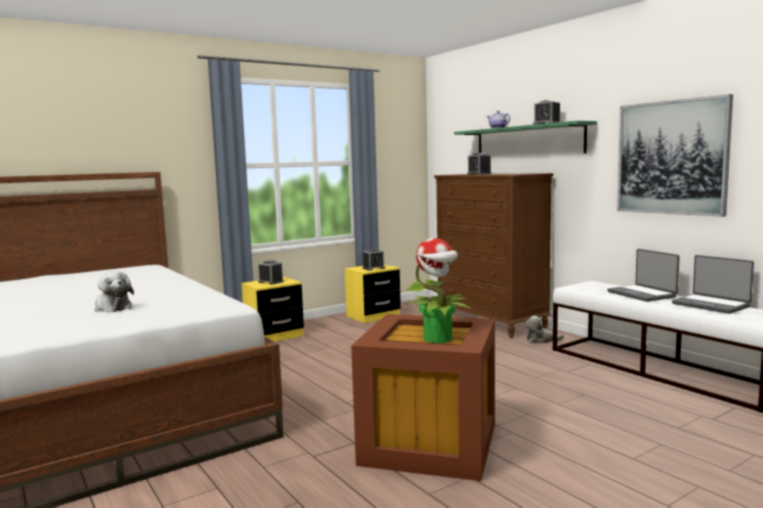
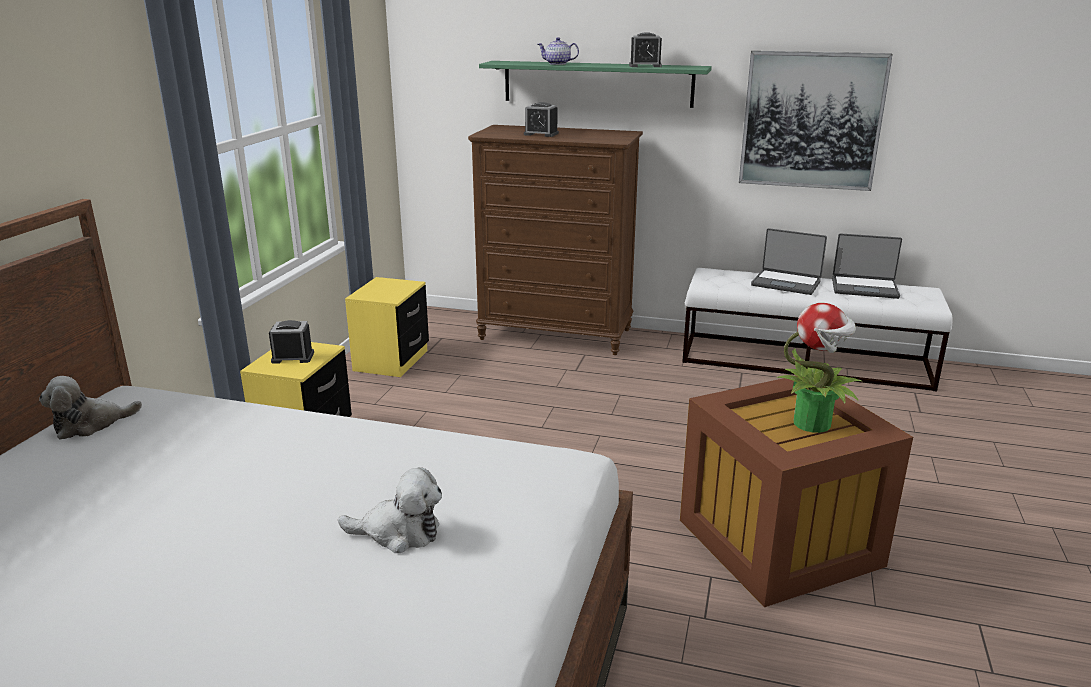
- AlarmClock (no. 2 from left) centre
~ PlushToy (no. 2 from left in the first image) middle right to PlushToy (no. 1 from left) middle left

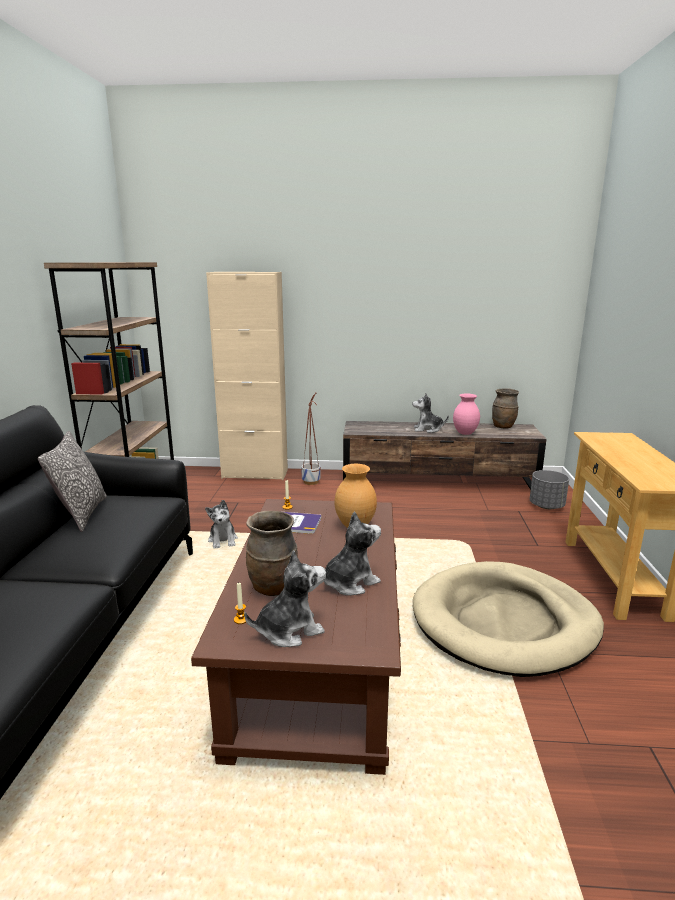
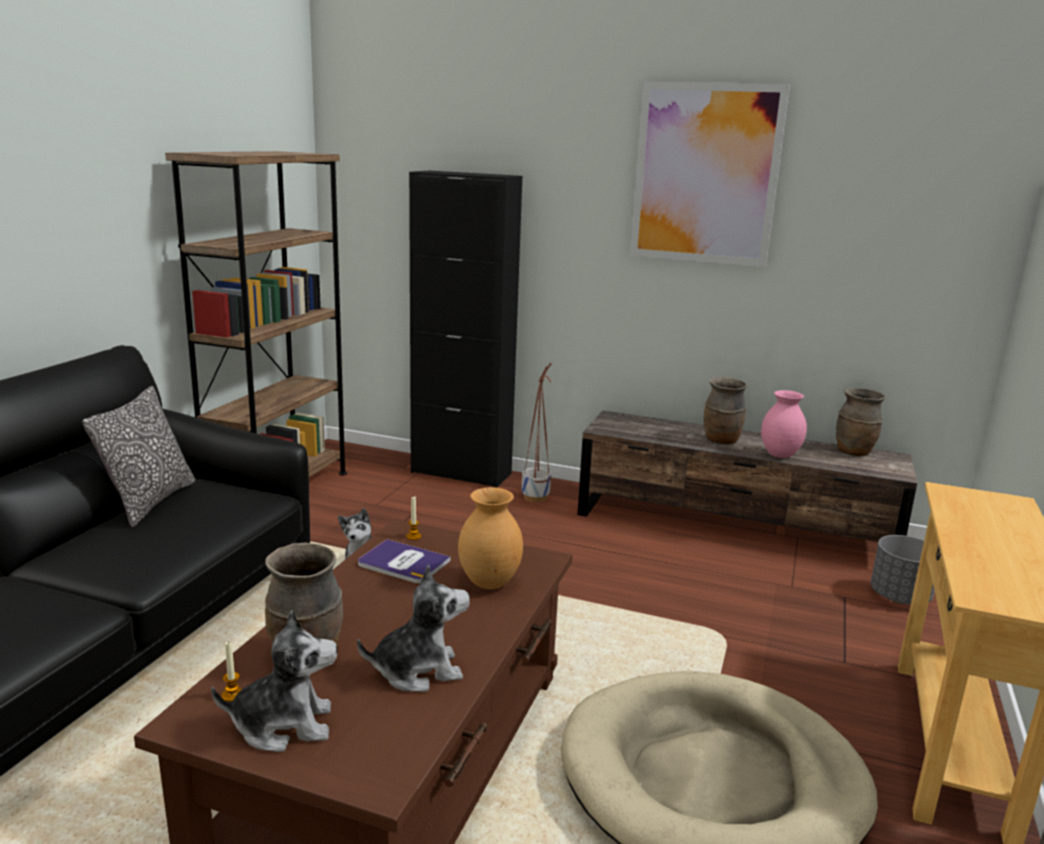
~ BeigeCabinet centre to BlackCabinet centre
~ PlushToy (no. 4 from left) centre to BrownVase (no. 3 from left) middle right
+ Picture top right

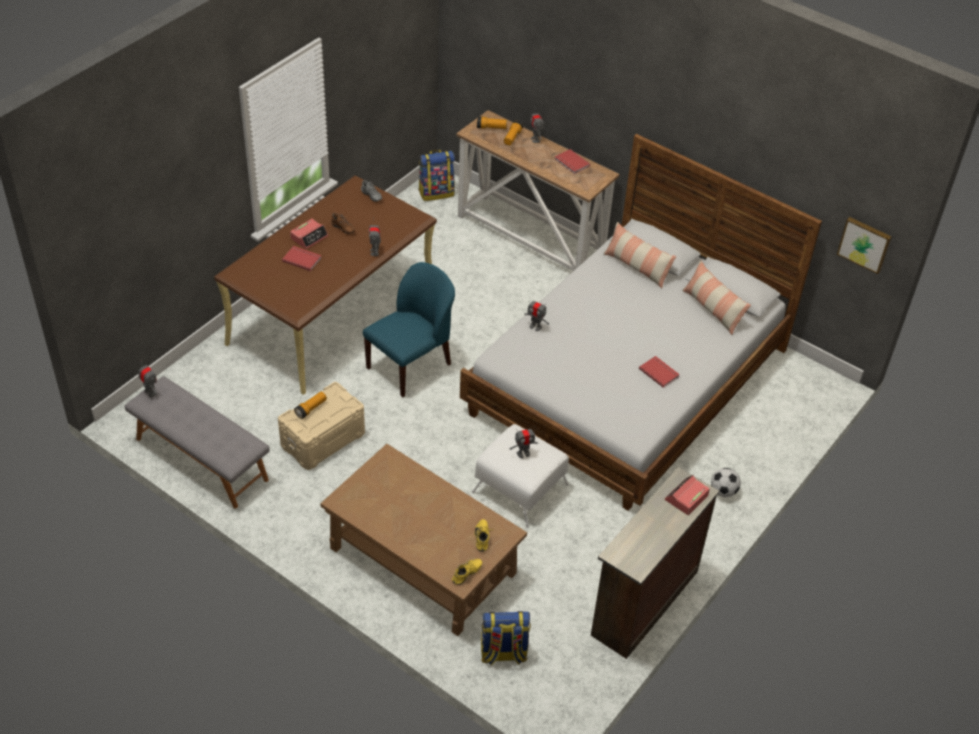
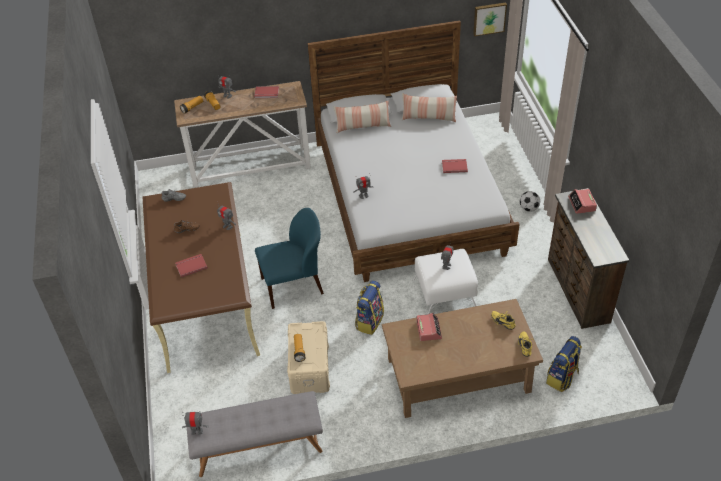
~ Backpack (no. 1 from left) top centre to centre
~ AlarmClock (no. 1 from left) top left to bottom centre
~ BlueChair centre = centre 75 degrees clockwise

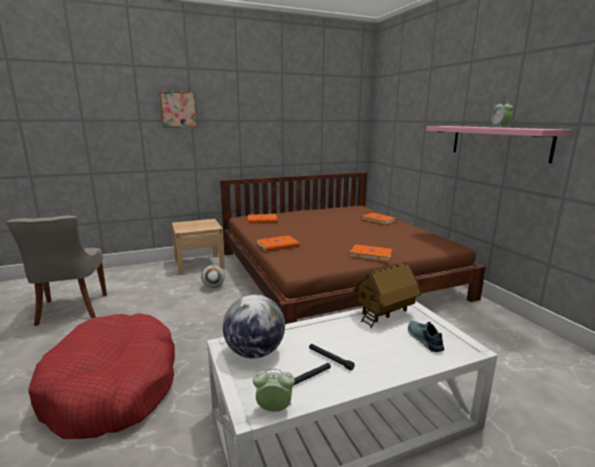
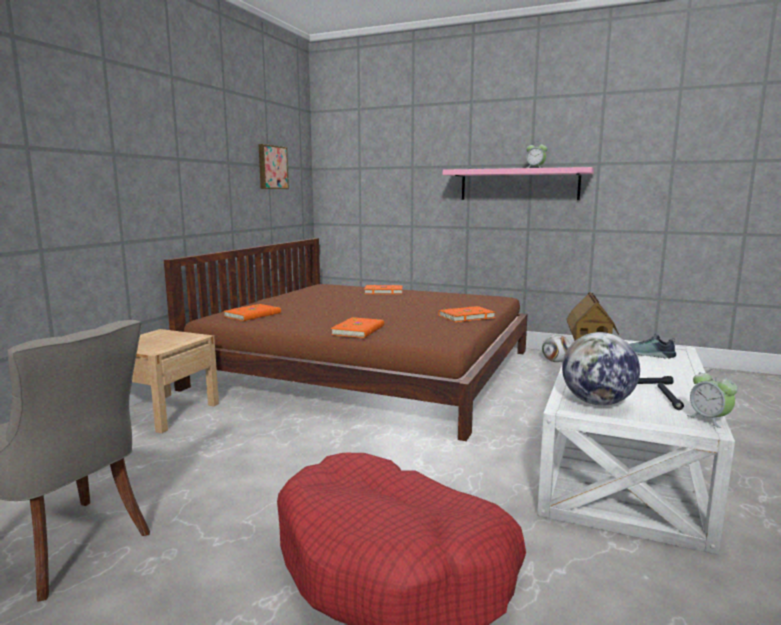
~ Picture top left to top centre
~ Football centre to middle right
~ AlarmClock (no. 1 from left in the first image) bottom centre = middle right 75 degrees counterclockwise

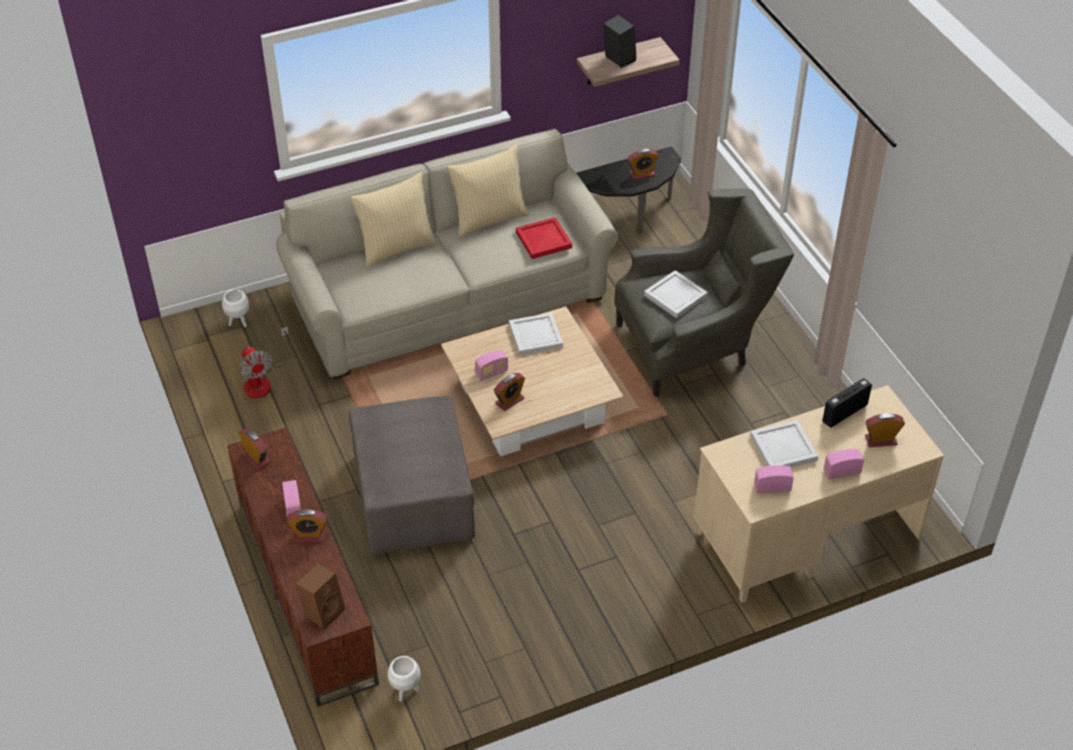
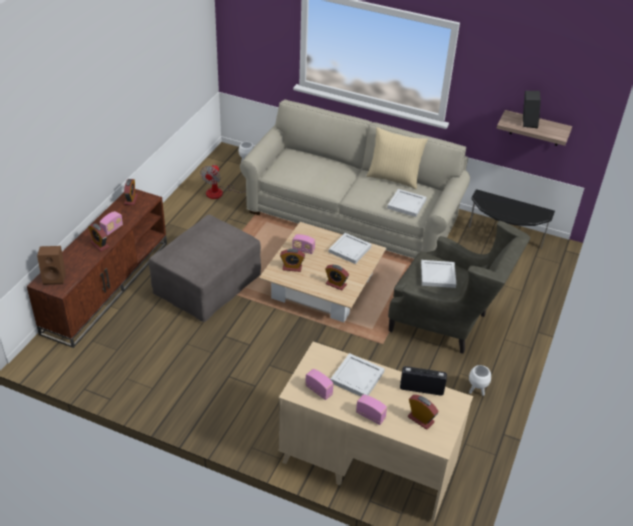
~ AlarmClock (no. 4 from left) top centre to centre
- BeigePillow (no. 1 from left) top centre
~ RedTray top centre to WhiteTray (no. 3 from left) centre
~ WhitePlanter (no. 2 from left) bottom centre to bottom right

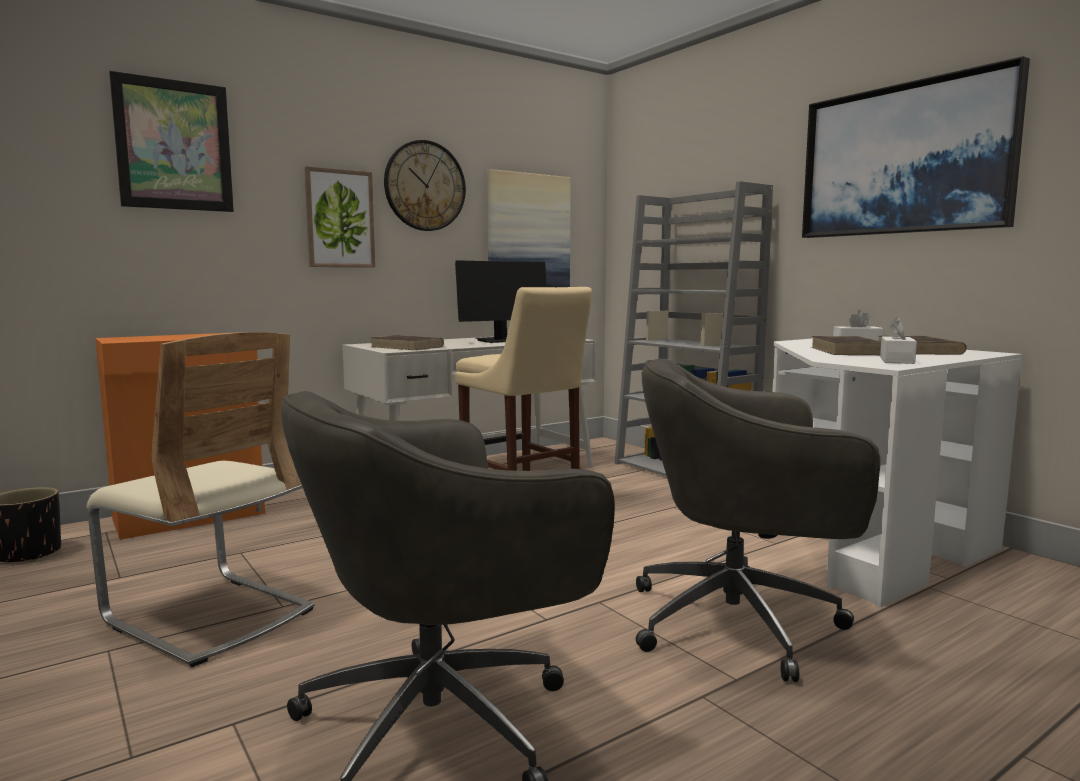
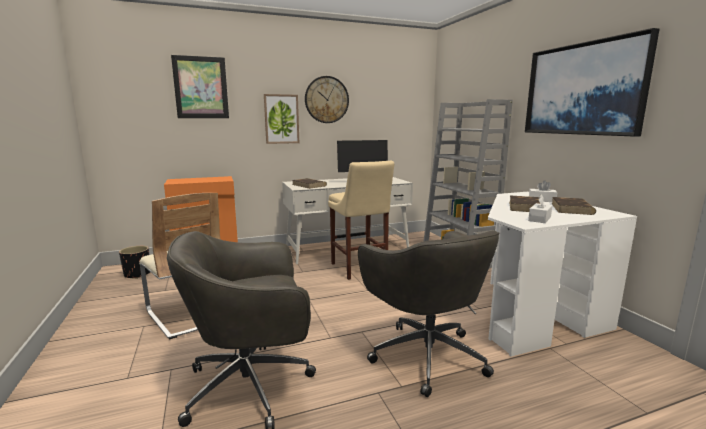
- Picture (no. 3 from left) top centre
~ GreyOfficeChair (no. 2 from left) middle right = bottom centre 135 degrees counterclockwise

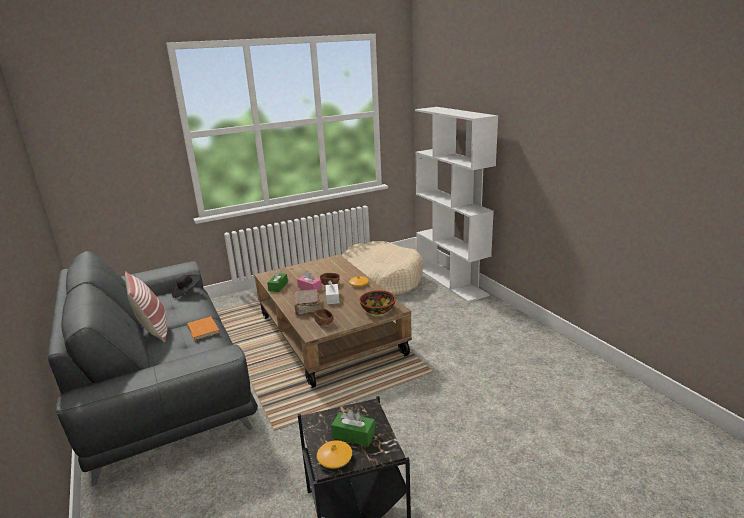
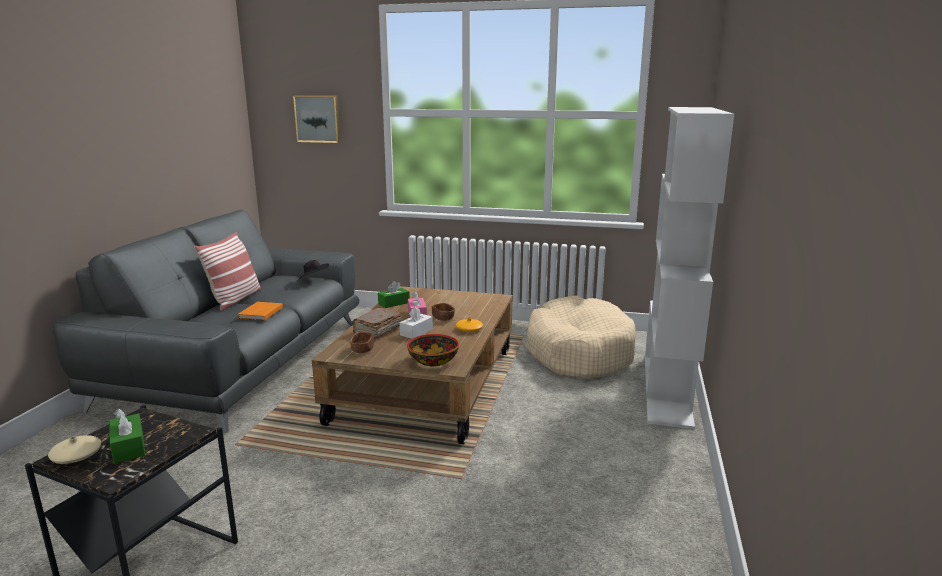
~ OrangeVase (no. 1 from left) bottom centre to BeigeVase bottom left
+ Picture top centre

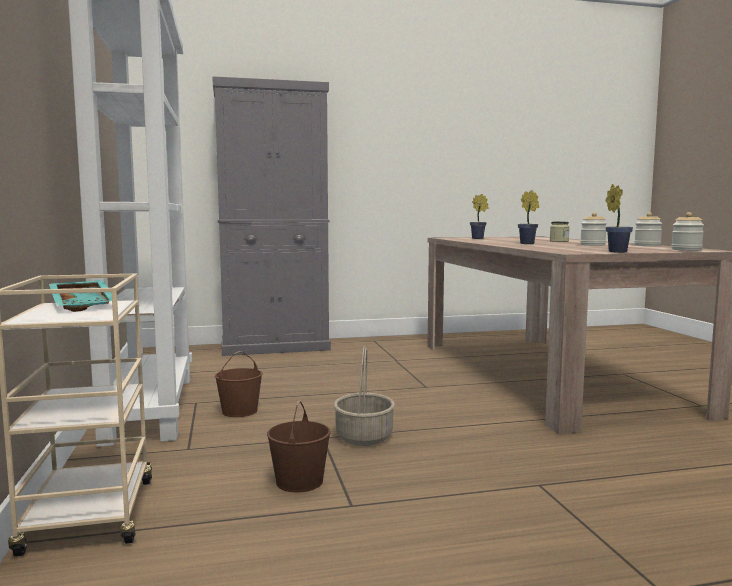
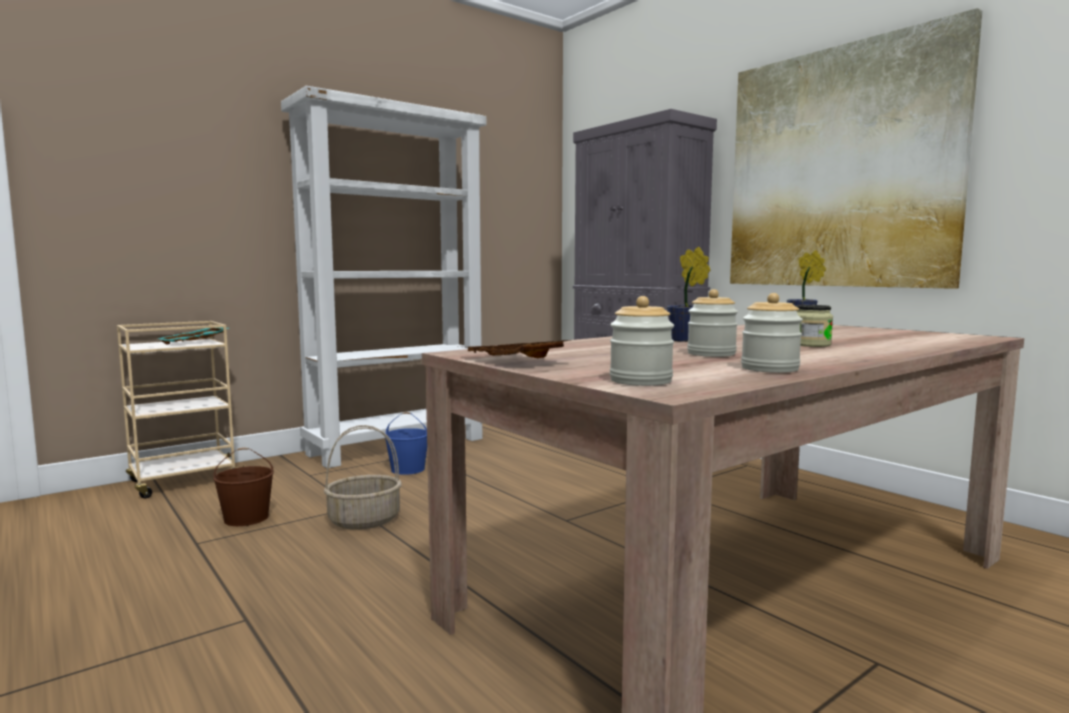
~ PottedPlant (no. 3 from left) middle right to BrownTray centre
~ BrownBucket (no. 1 from left) middle left to BlueBucket centre
+ Picture top right

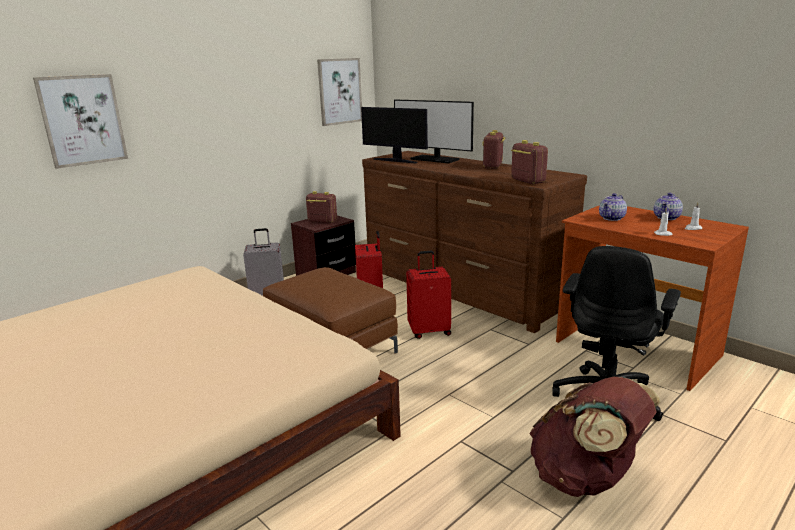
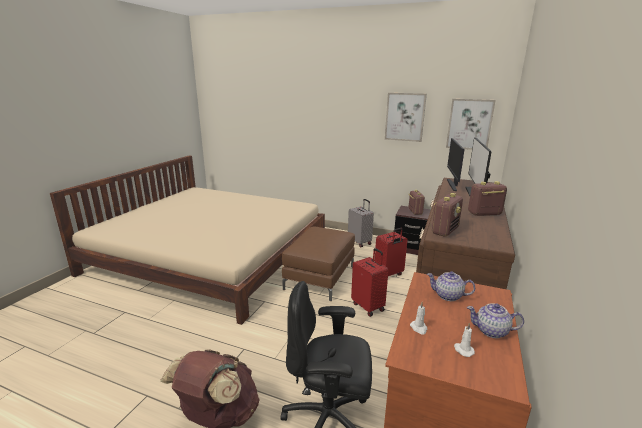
~ Picture (no. 1 from left) top left to top centre

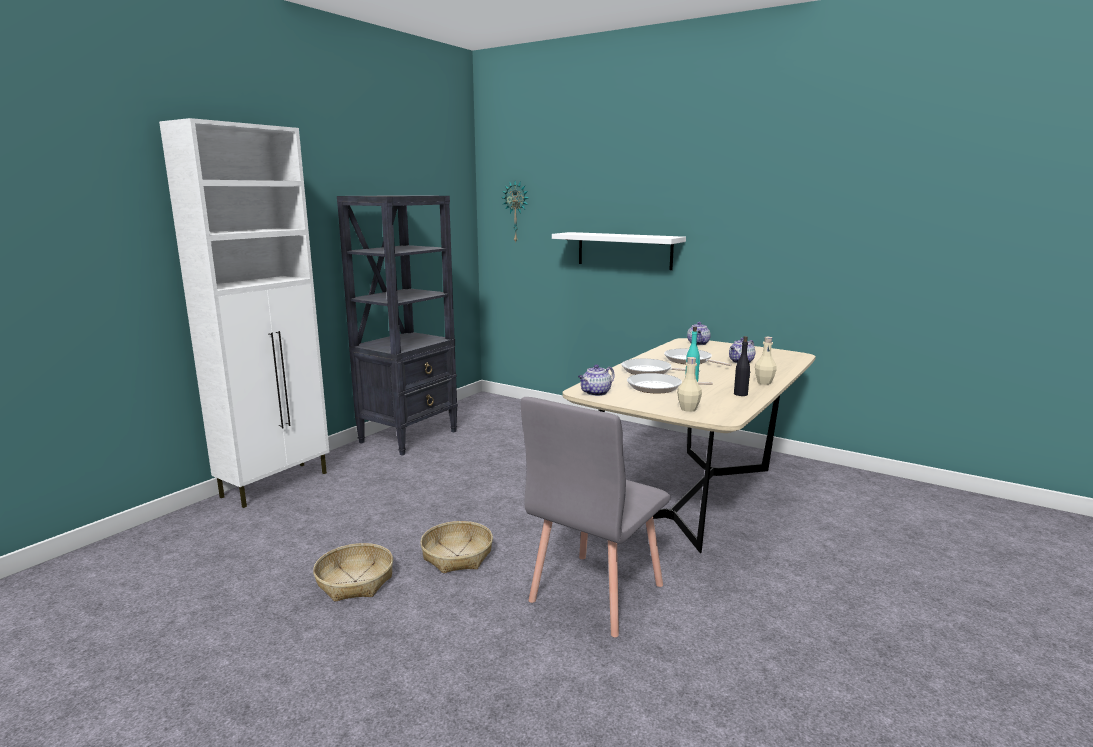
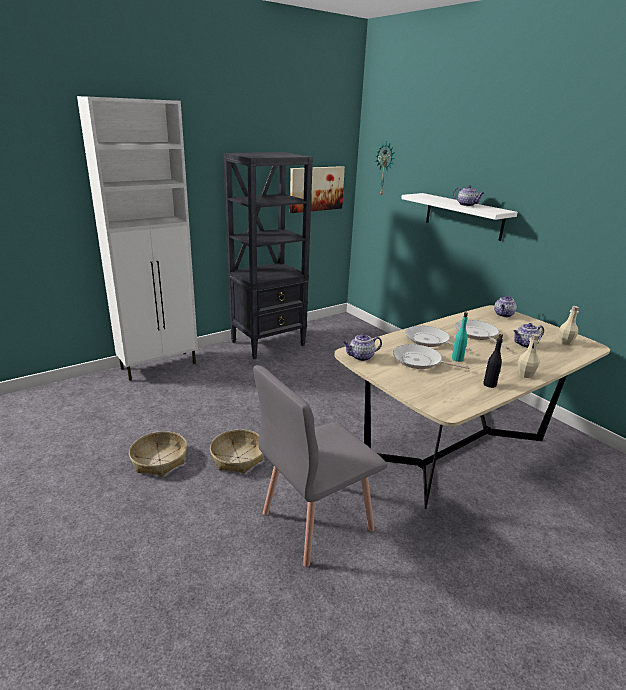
~ BeigeBottle (no. 1 from left in the first image) centre to BeigeBottle (no. 2 from left) middle right
+ Picture top centre
+ Teapot (no. 2 from left) top right

